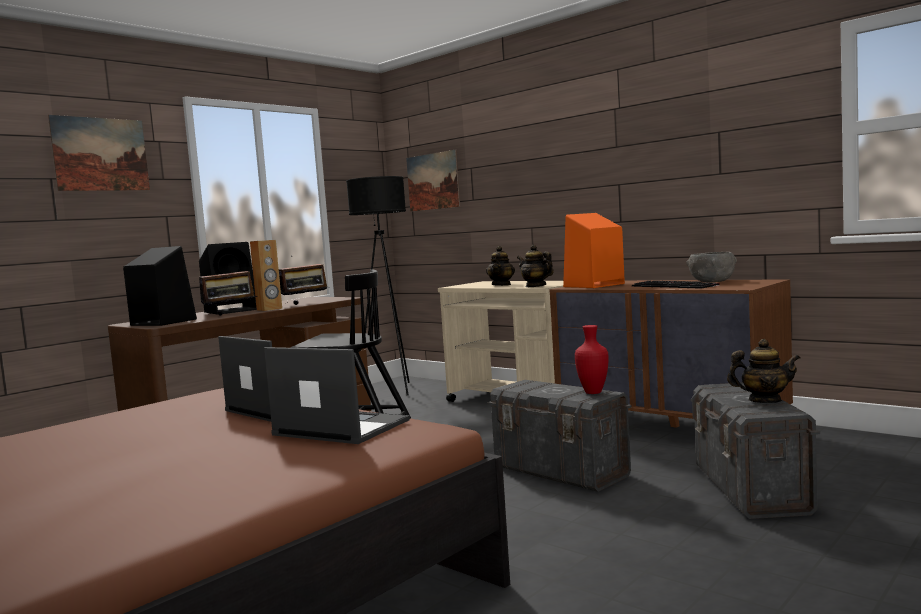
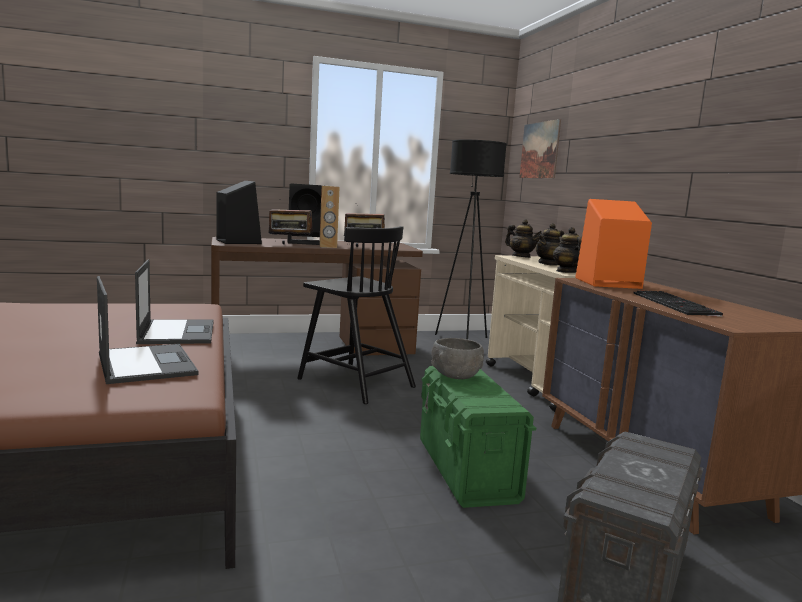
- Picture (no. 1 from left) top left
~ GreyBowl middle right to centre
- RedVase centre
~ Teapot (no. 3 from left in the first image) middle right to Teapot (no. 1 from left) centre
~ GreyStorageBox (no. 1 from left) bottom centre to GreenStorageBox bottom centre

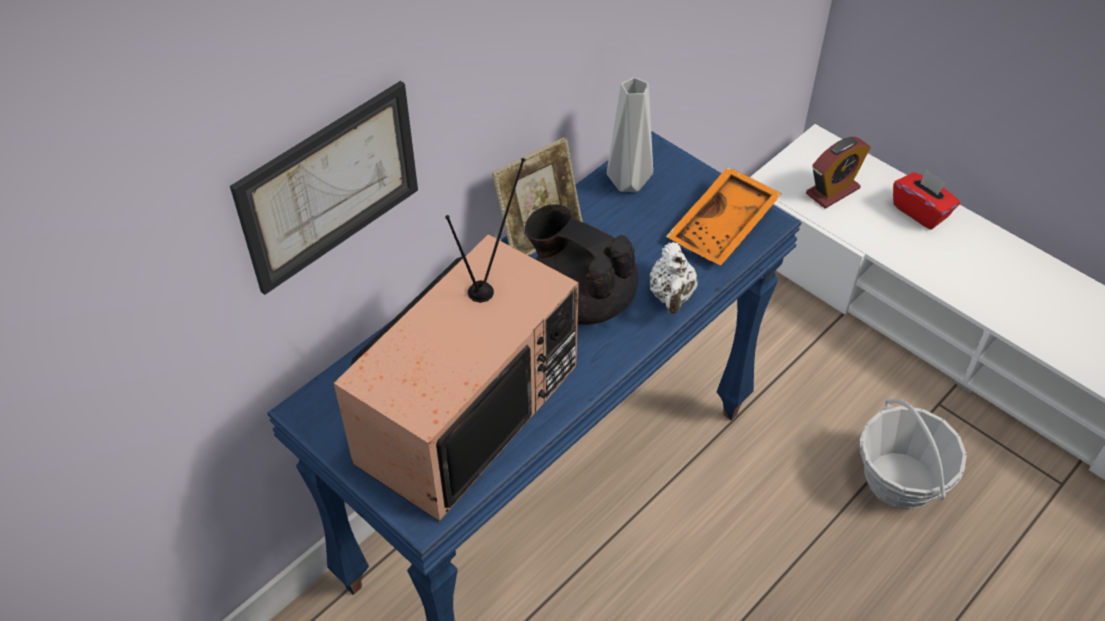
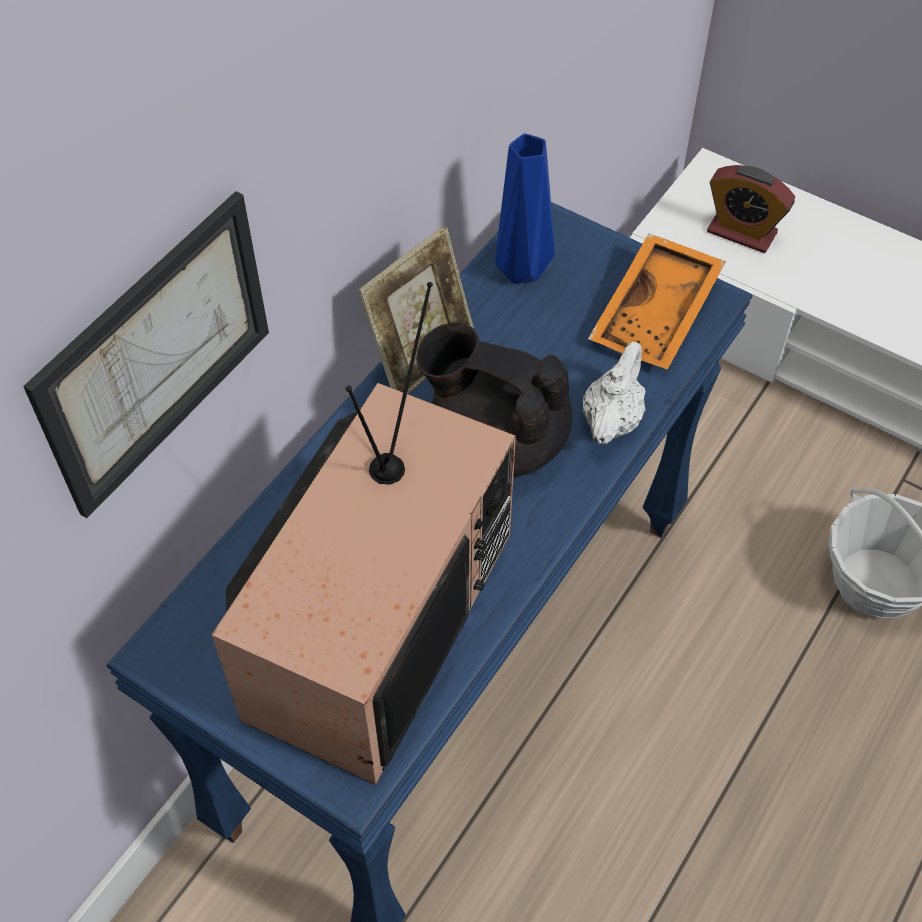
~ GreyVase top centre to BlueVase top centre
~ AlarmClock top right = top right 75 degrees clockwise
- RedTissueBox top right
~ WhiteTeapot centre = centre 150 degrees counterclockwise

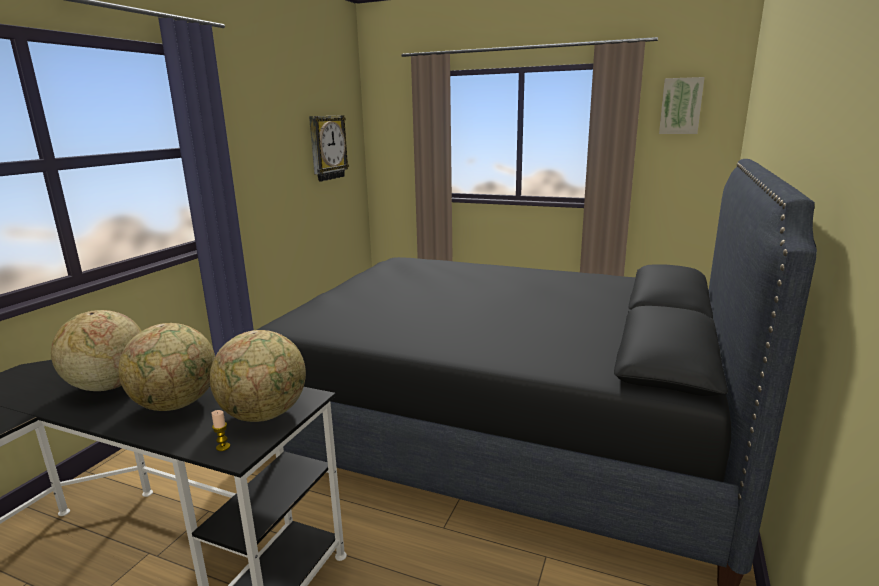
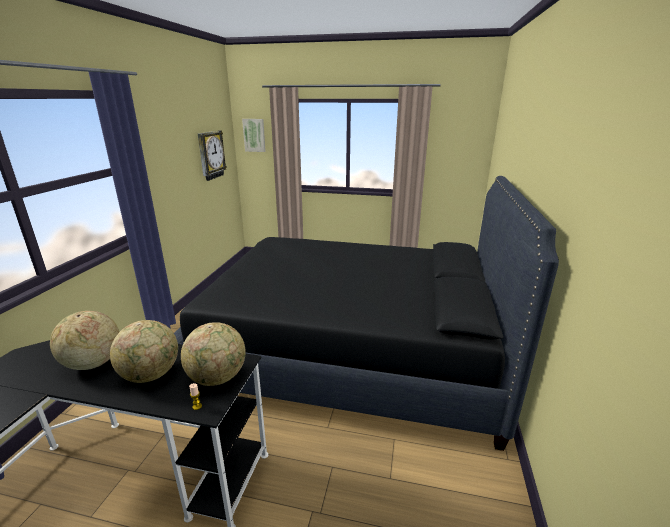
~ Picture top right to top centre

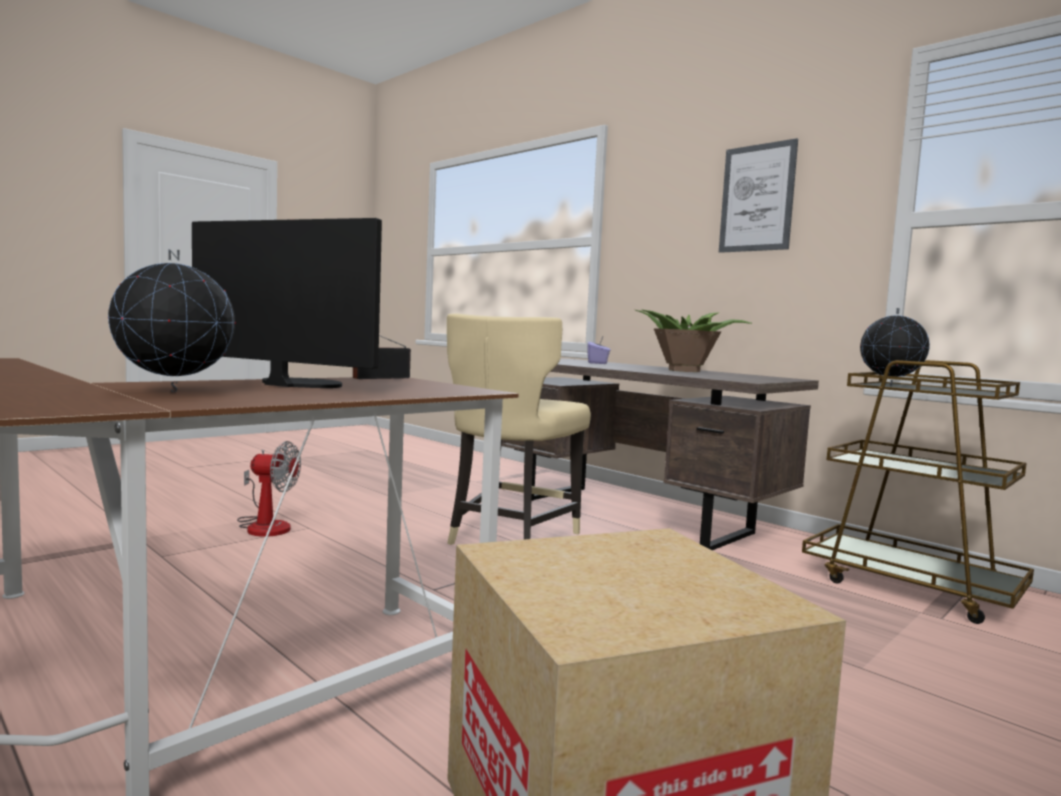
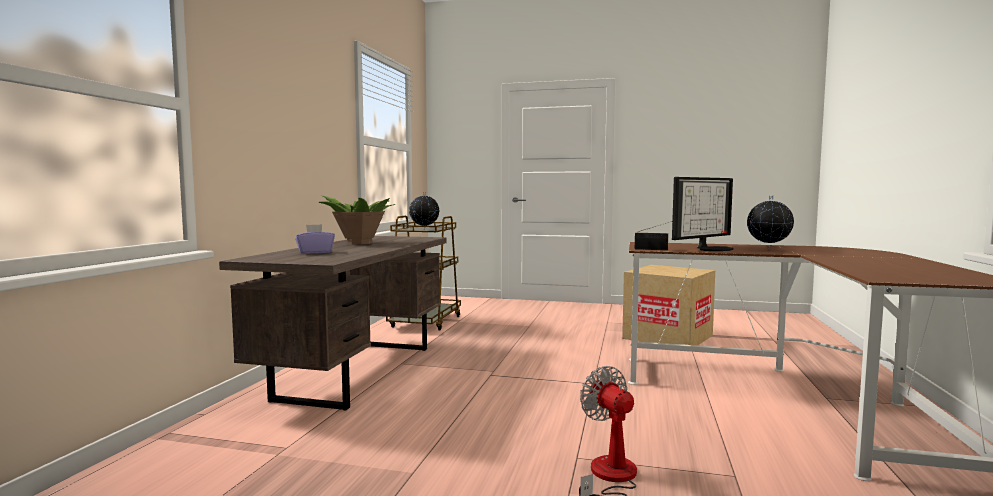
- Picture top right
~ Monitor middle left = middle right 120 degrees counterclockwise
- BeigeChair centre

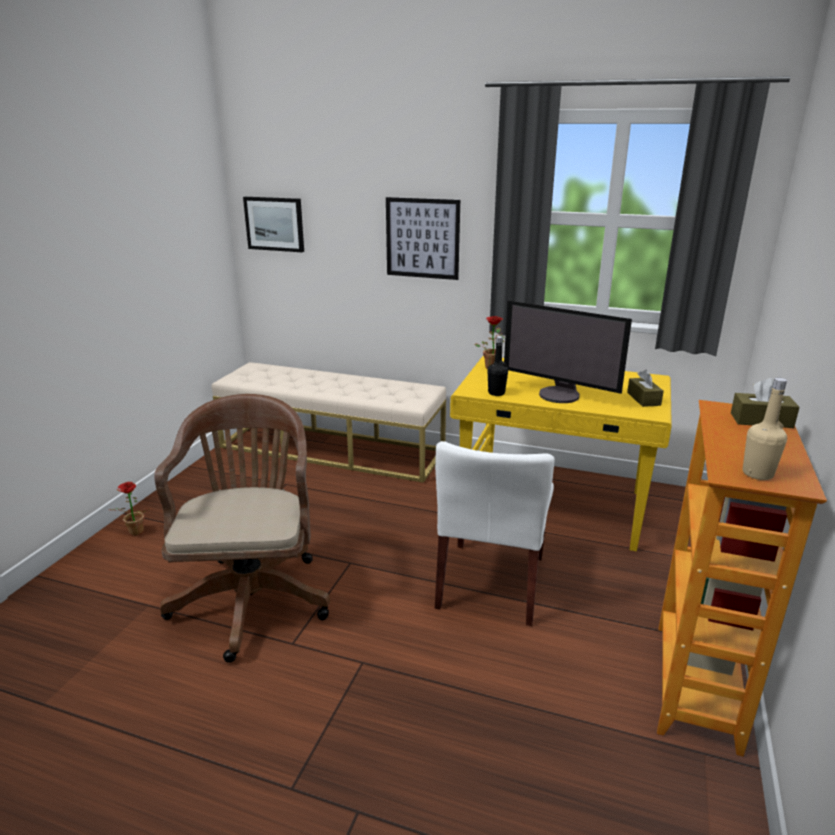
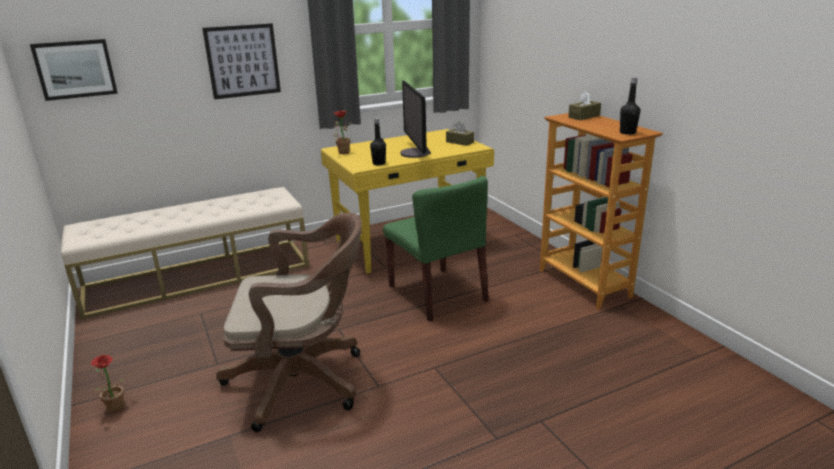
~ Monitor middle right = top centre 90 degrees clockwise
~ BeigeBottle middle right to BlackBottle (no. 2 from left) top right
~ BrownOfficeChair middle left = bottom centre 135 degrees clockwise
~ WhiteChair centre to GreenChair centre

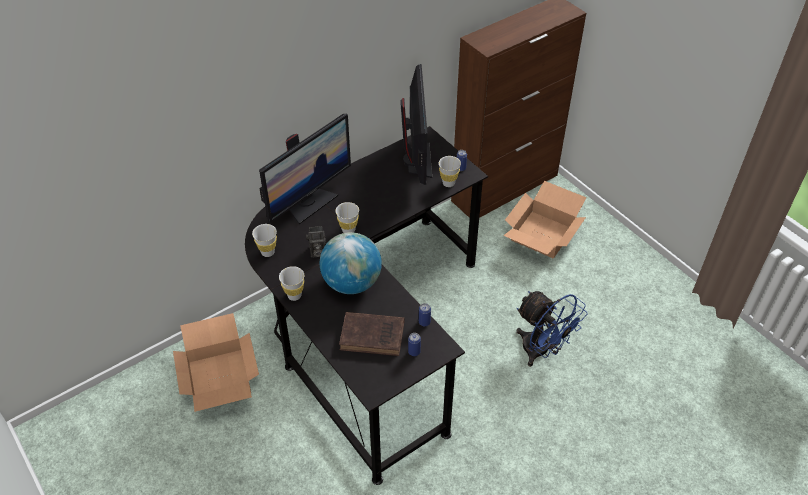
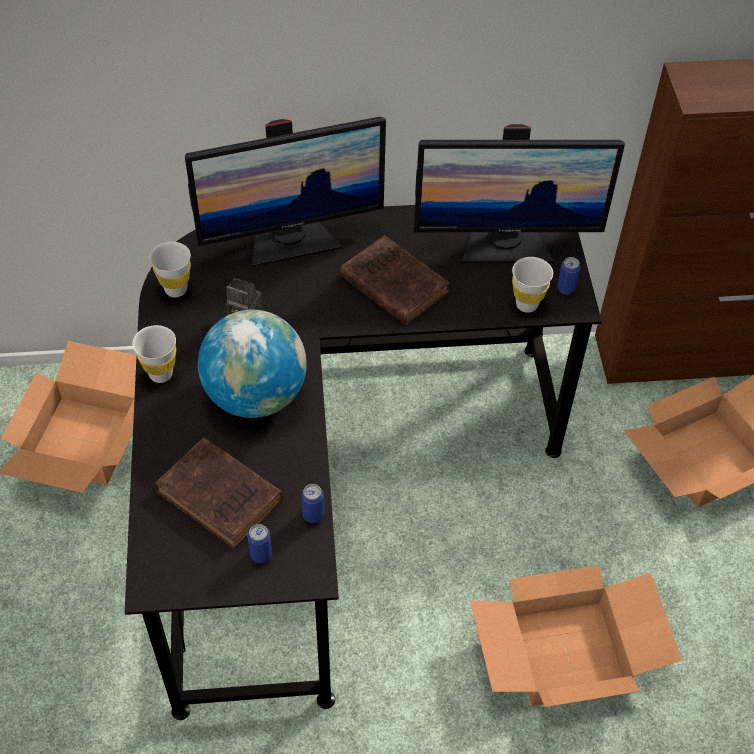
~ Monitor (no. 2 from left) top centre = top right 60 degrees clockwise
- WhiteCup (no. 3 from left) centre
~ BlueFan middle right to CardboardBox (no. 2 from left) bottom right
+ BrownBook (no. 2 from left) centre

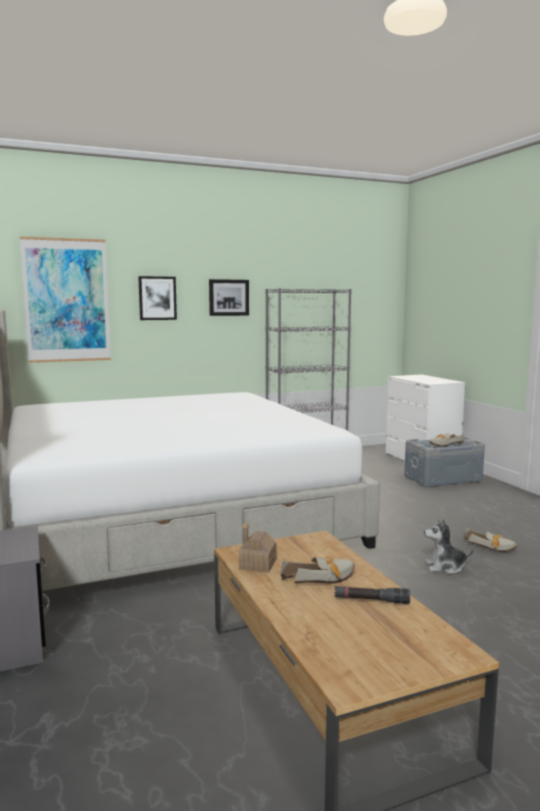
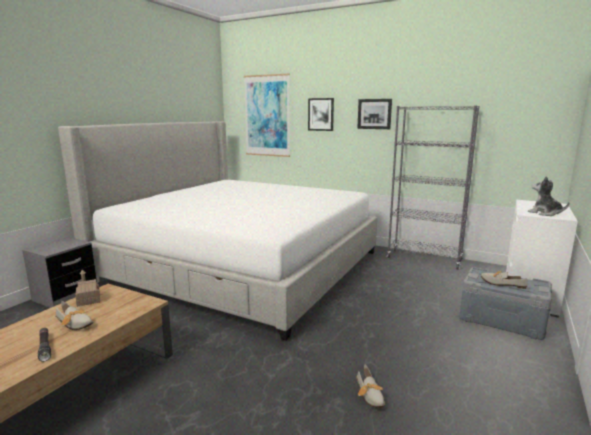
~ PlushToy bottom right to middle right

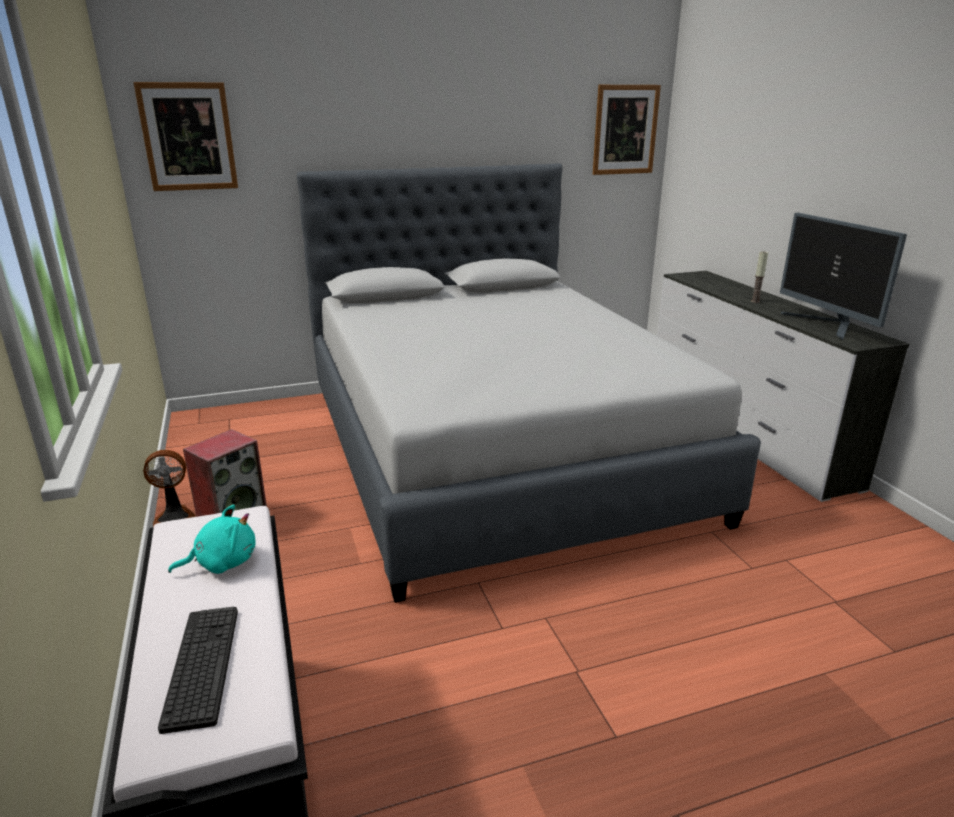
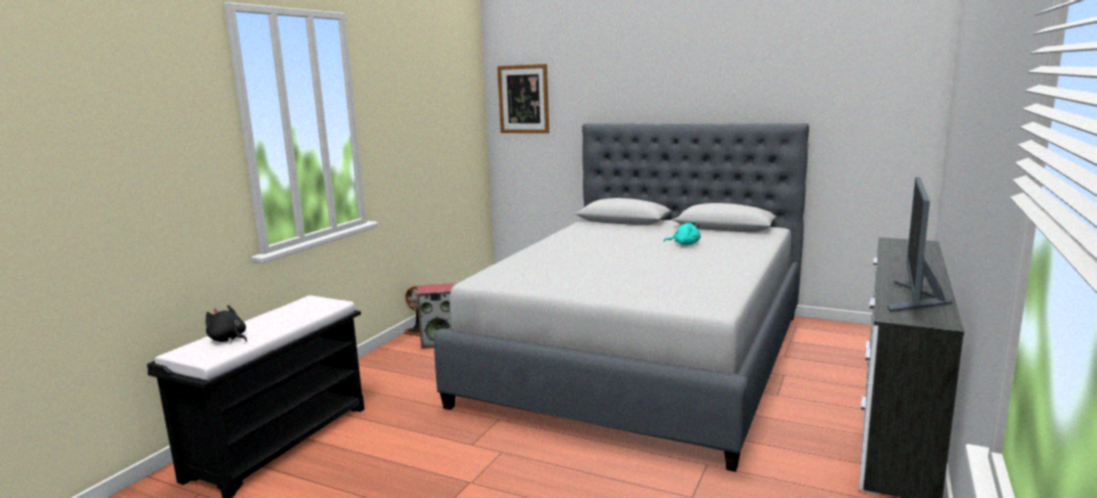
- Picture (no. 2 from left) top centre
- Candle middle right
~ TurquoisePlushToy middle left to centre
~ Keyboard bottom left to BlackPlushToy middle left

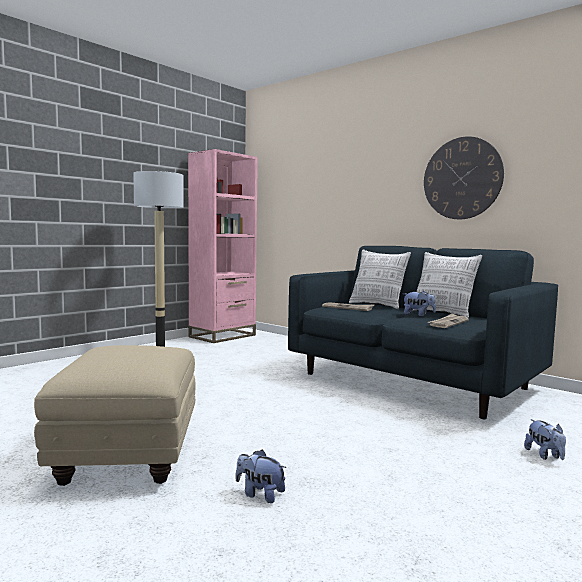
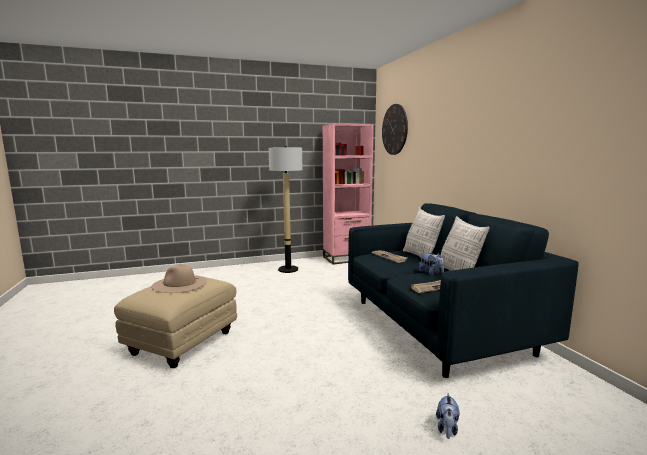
~ WallClock top right to top centre
- PlushToy (no. 1 from left) bottom centre
+ BeigeHat middle left

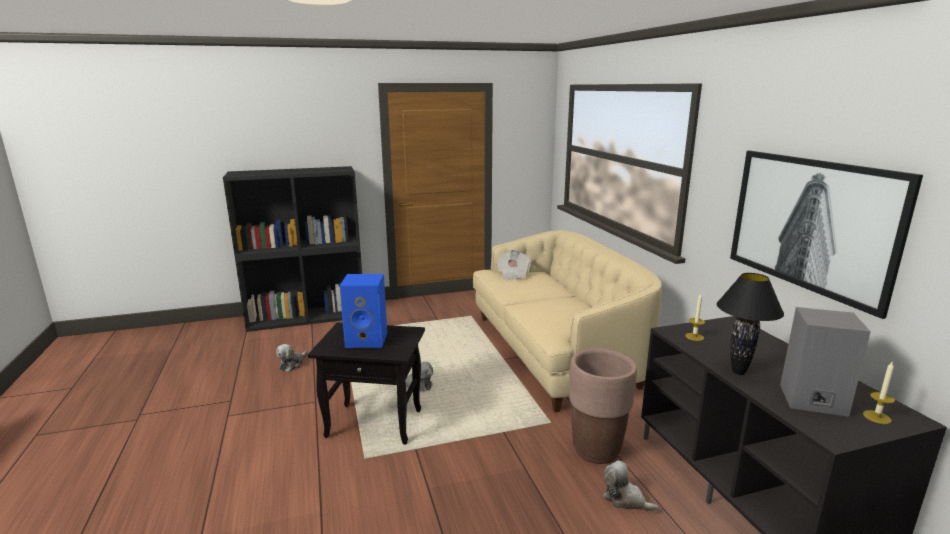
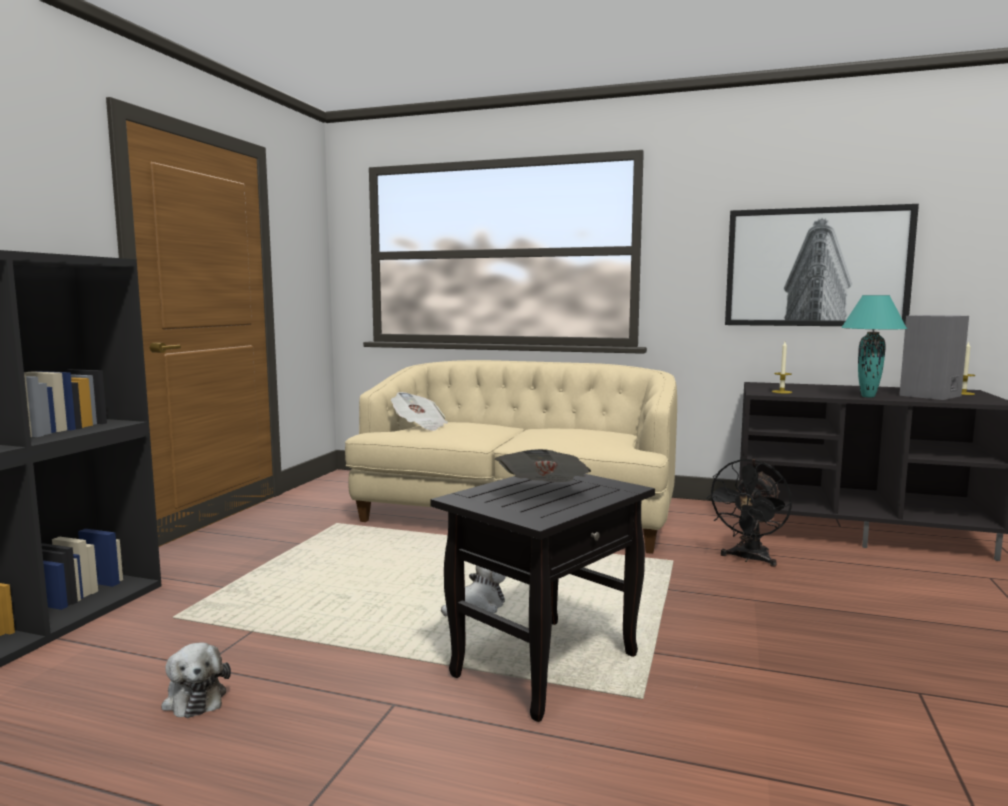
~ BlackTableLamp middle right to TurquoiseTableLamp middle right
~ BlueSpeaker centre to Newspaper (no. 2 from left) centre
~ BrownPlanter bottom centre to BlackFan middle right
- PlushToy (no. 3 from left) bottom centre

